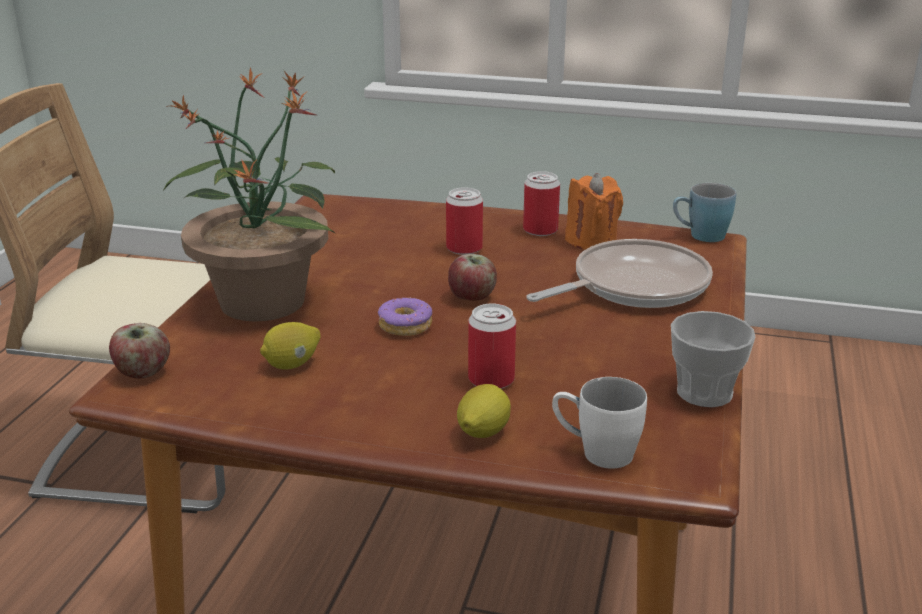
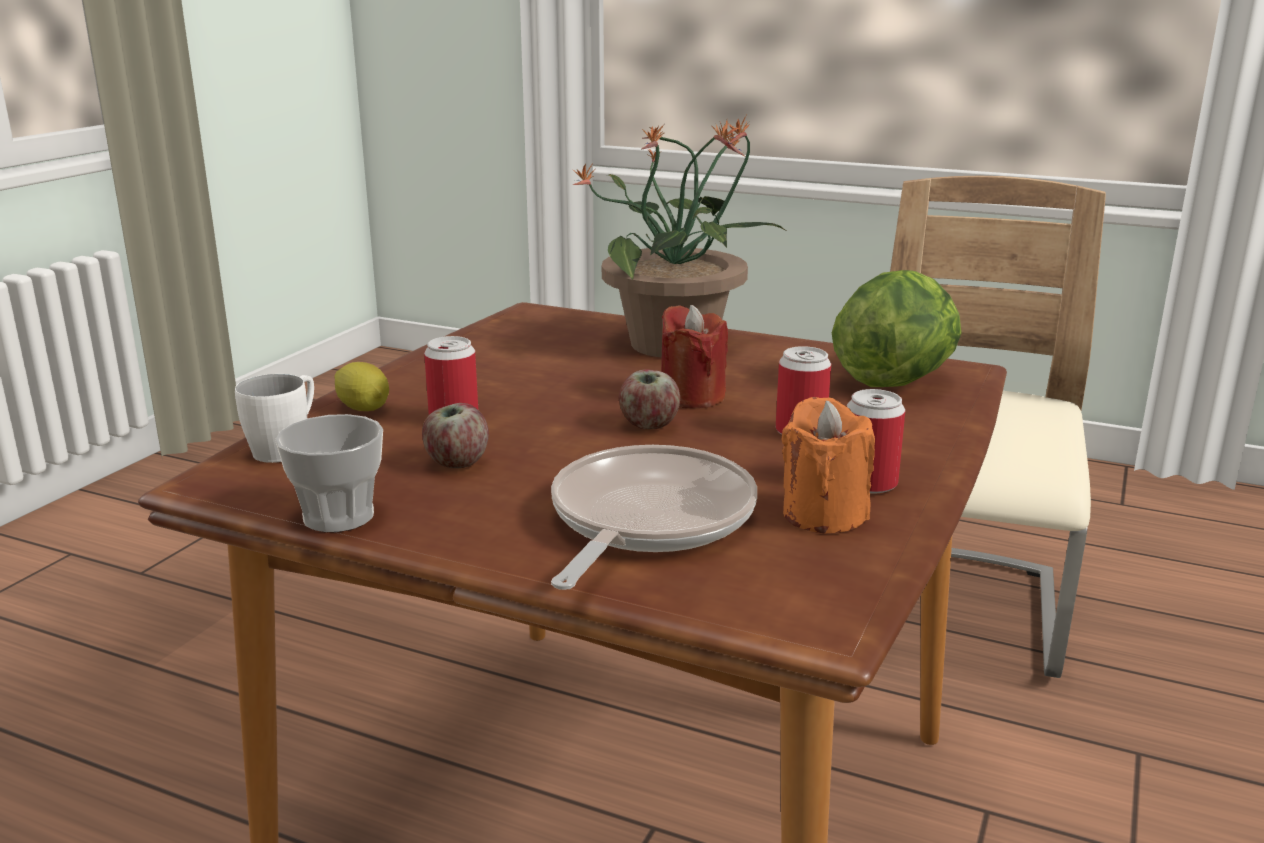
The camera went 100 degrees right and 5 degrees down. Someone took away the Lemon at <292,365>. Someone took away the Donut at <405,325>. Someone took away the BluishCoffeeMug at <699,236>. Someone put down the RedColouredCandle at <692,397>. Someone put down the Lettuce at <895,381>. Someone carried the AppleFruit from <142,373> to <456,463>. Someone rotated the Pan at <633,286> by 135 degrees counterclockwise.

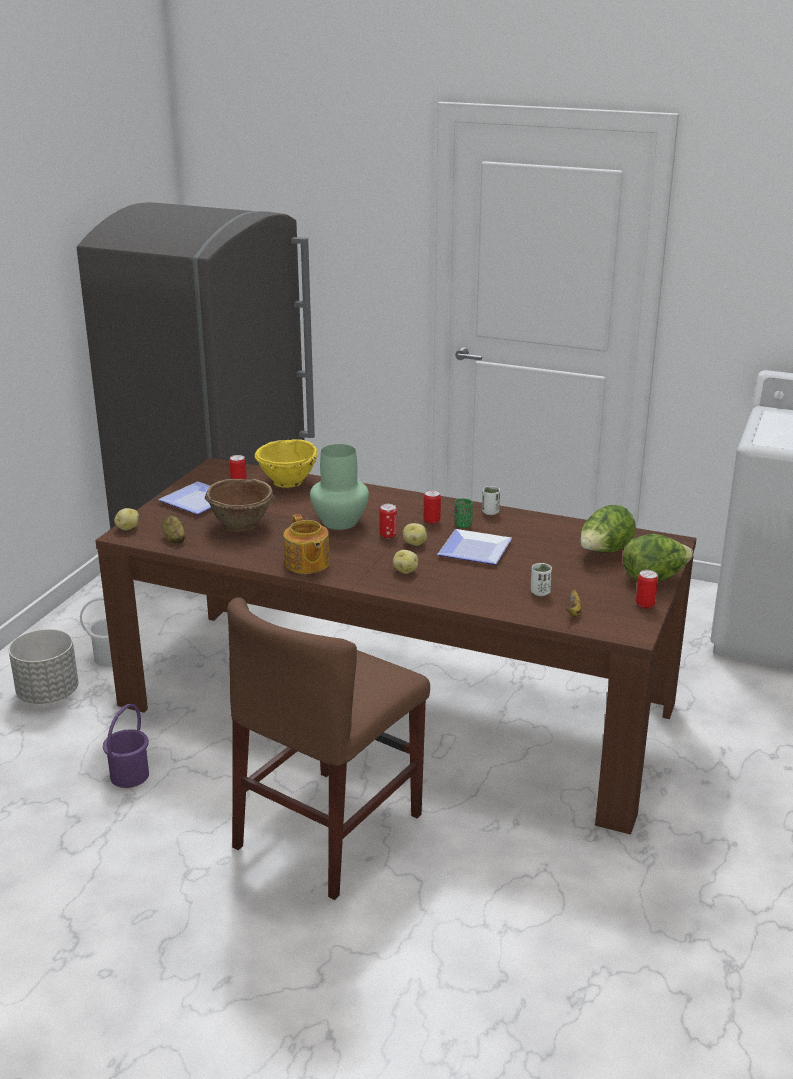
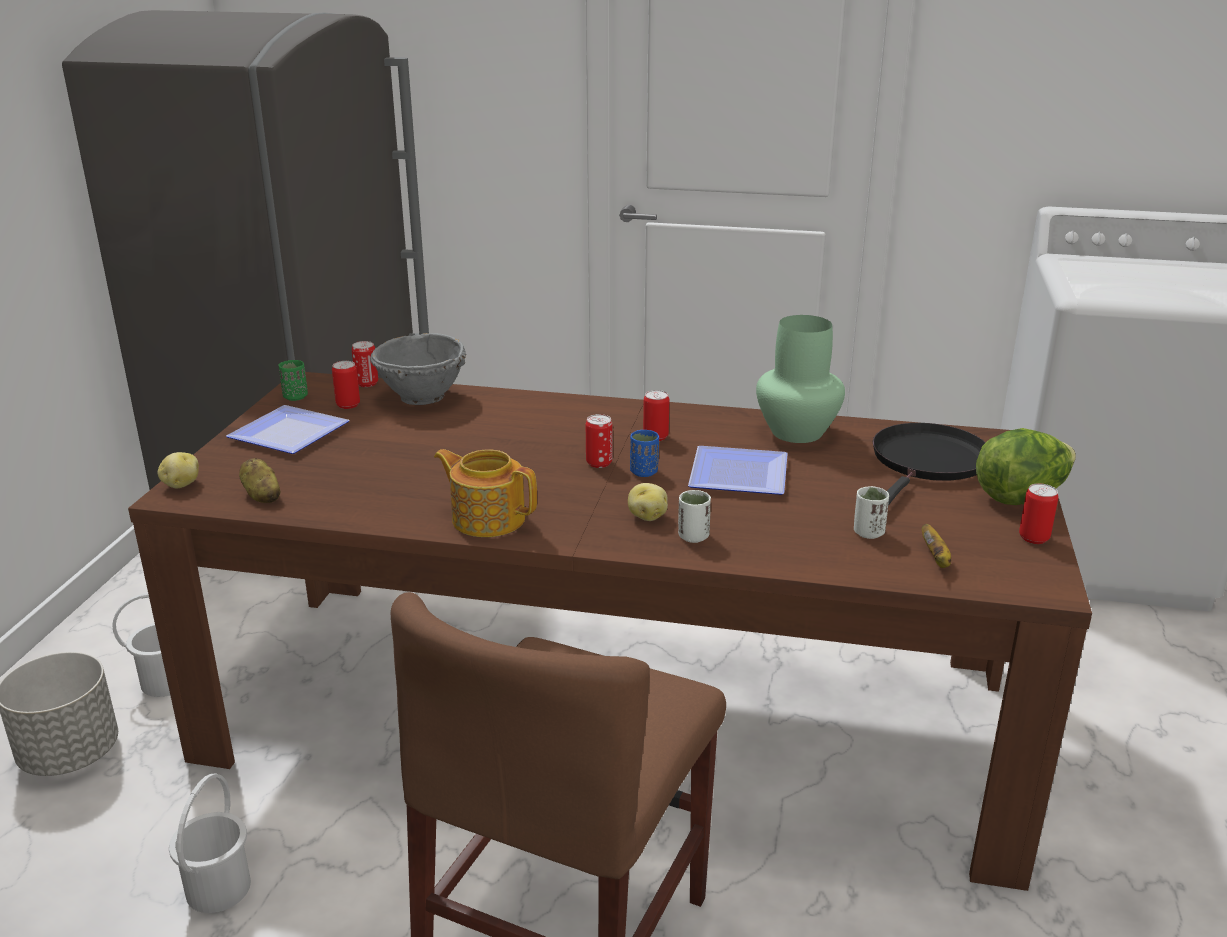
The camera went 10 degrees left and 0 degrees up. Someone took away the BrownDeepDish at <242,524>. Someone put down the MetalCan at <367,383>. Someone carried the GreenColouredDecorativeVase from <340,522> to <798,433>. Someone carried the GreenColouredDrinkingCup from <463,525> to <295,397>. Someone carried the WhiteDrinkingCup from <490,512> to <693,537>. Someone swapped the Potato at <414,543> for the BluishDrinkingCup at <644,472>. Someone swapped the Lettuce at <604,552> for the BlackishPan at <927,463>. Someone repainted the PurpleBucket at <130,775>, which became the WhiteBucket at <219,888>. Someone repainted the YellowDeepDish at <287,482>, which became the GreyishDeepDish at <422,398>. Someone rotated the Teapot at <306,564> by 150 degrees clockwise.

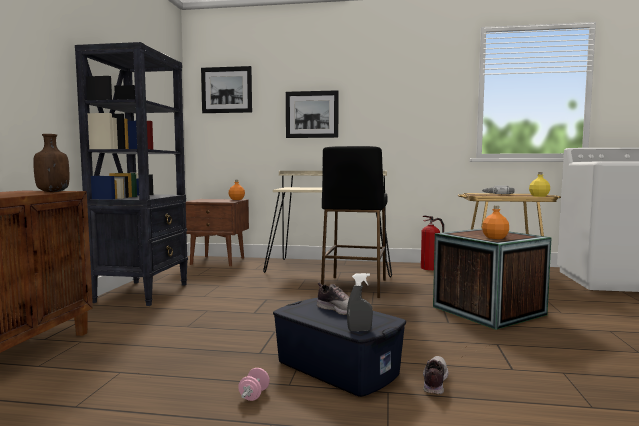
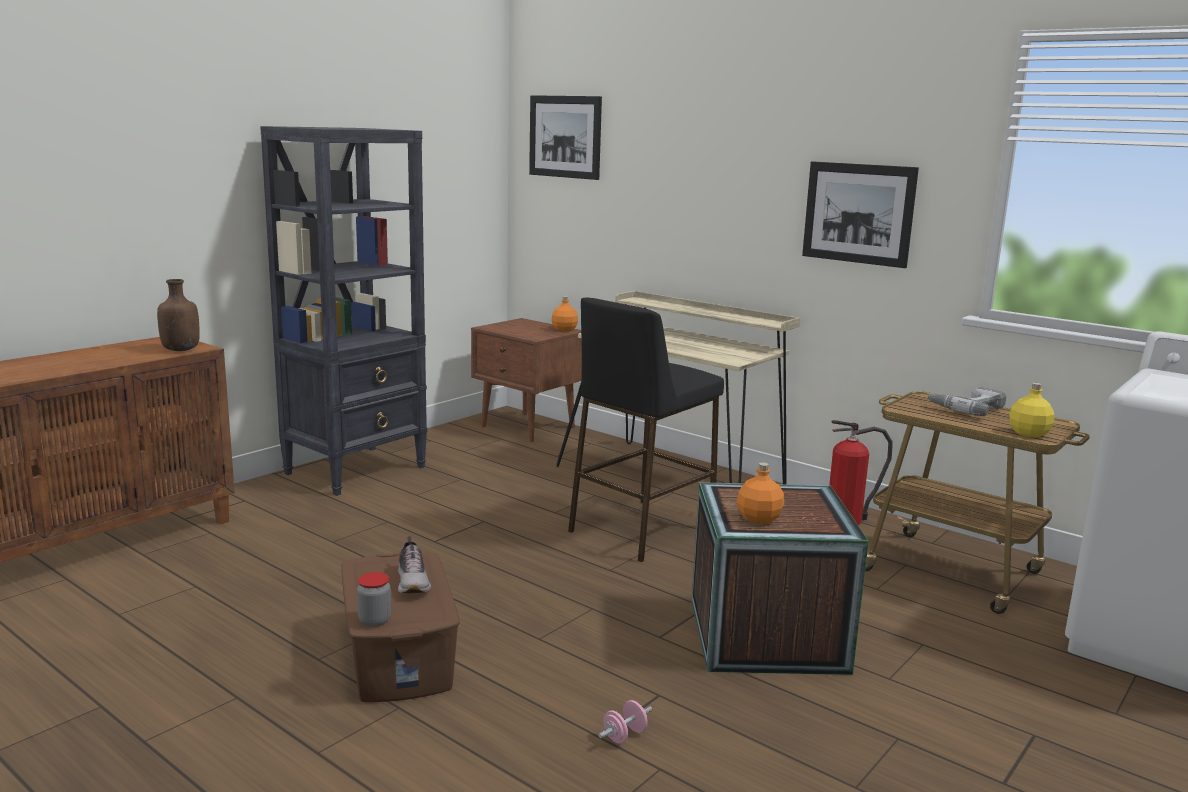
The camera went 30 degrees right and 10 degrees up. Someone took away the ItemOfFootwear at <434,381>. Someone carried the PinkColouredHandWeight from <254,395> to <624,735>. Someone carried the Picture from <312,114> to <858,213>. Someone swapped the GreyishSprayer at <359,330> for the Jar at <374,620>. Someone repainted the BluishStorageBin at <337,367>, which became the BrownStorageBin at <400,655>.

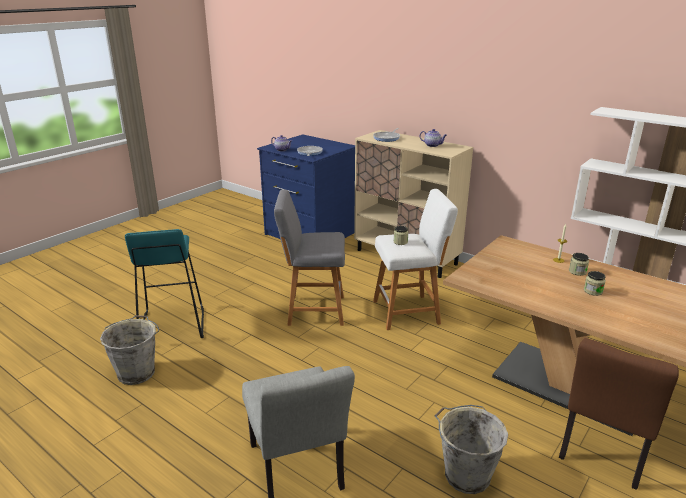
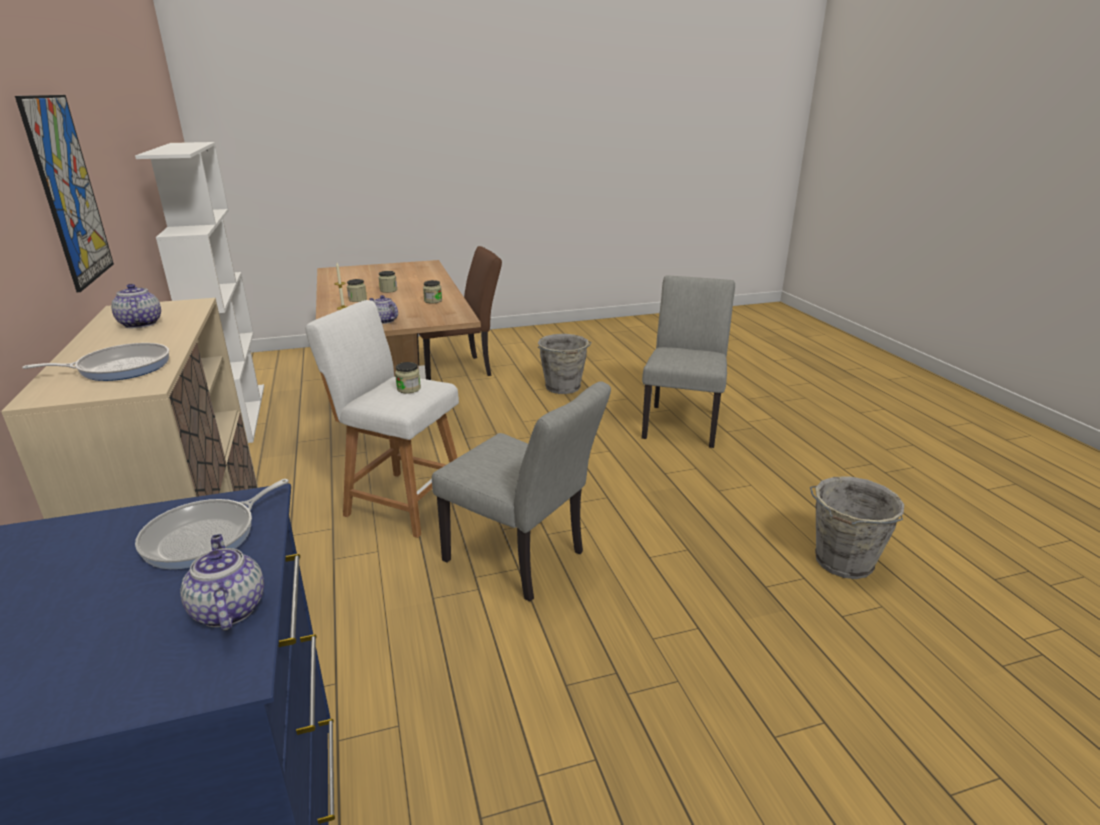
The camera went 145 degrees left and 0 degrees up. Someone took away the BlueGreenStoolSeat at <172,326>. Someone put up the Picture at <69,191>. Someone put down the Teapot at <384,321>. Someone put down the Jar at <433,301>. Someone swapped the GreyishStoolSeat at <312,310> for the GreyishPlainChair at <522,560>.

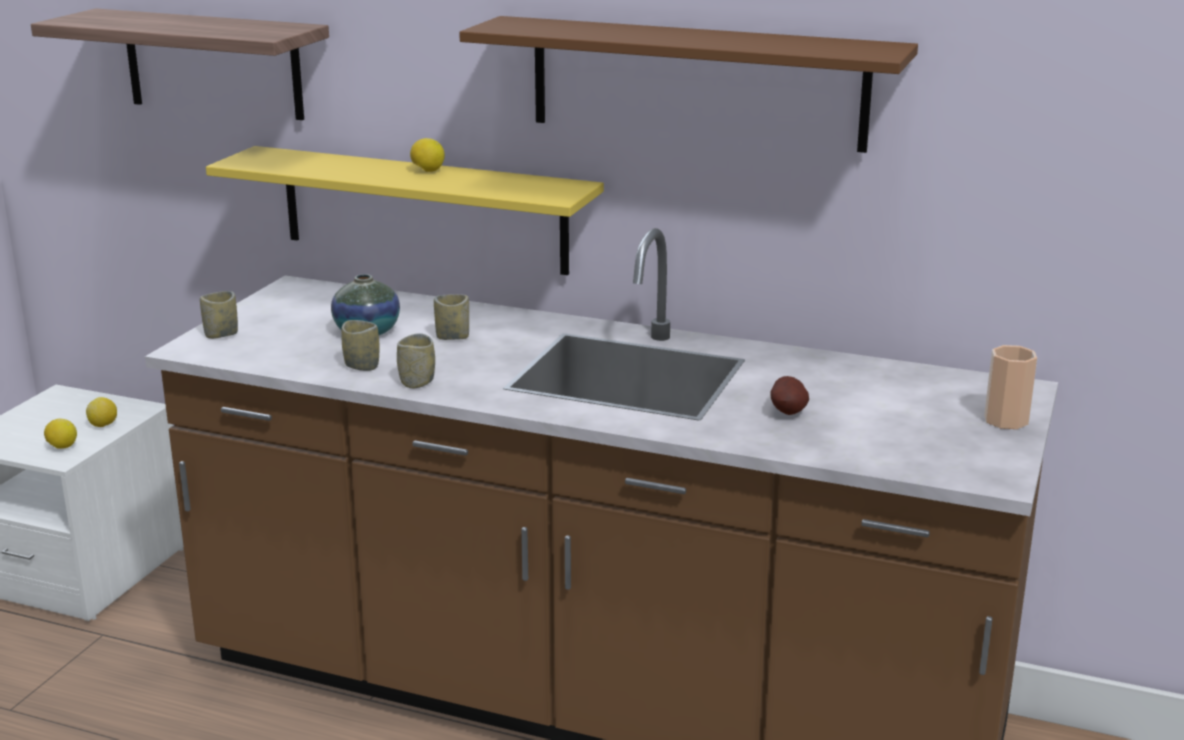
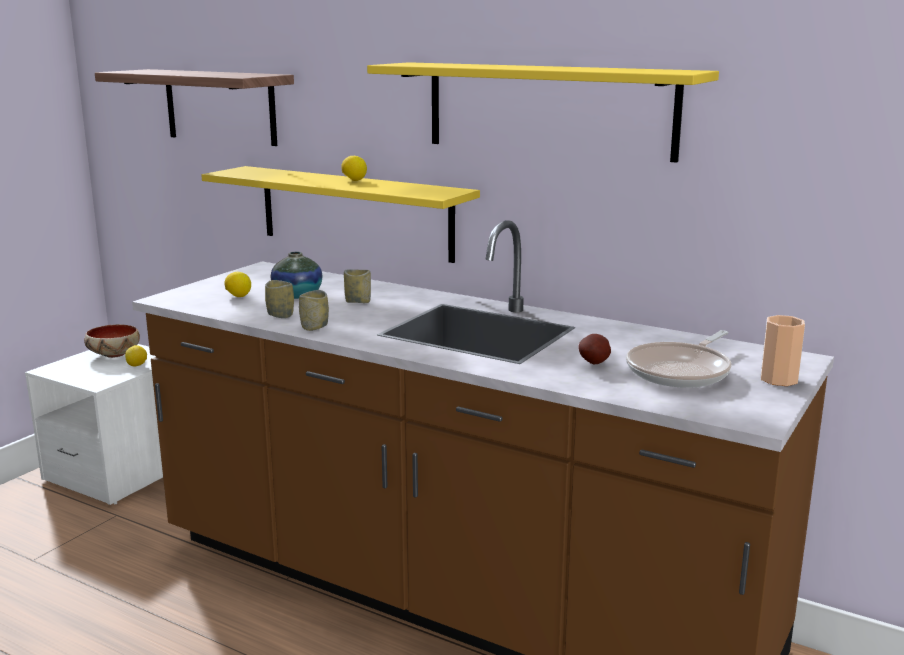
The camera went 10 degrees right and 5 degrees down. Someone took away the DrinkingCup at <221,334>. Someone put down the DeepDish at <113,355>. Someone put down the Pan at <681,371>. Someone carried the Lemon from <62,447> to <238,296>. Someone repainted the BrownShelf at <697,83>, which became the YellowShelf at <548,109>.

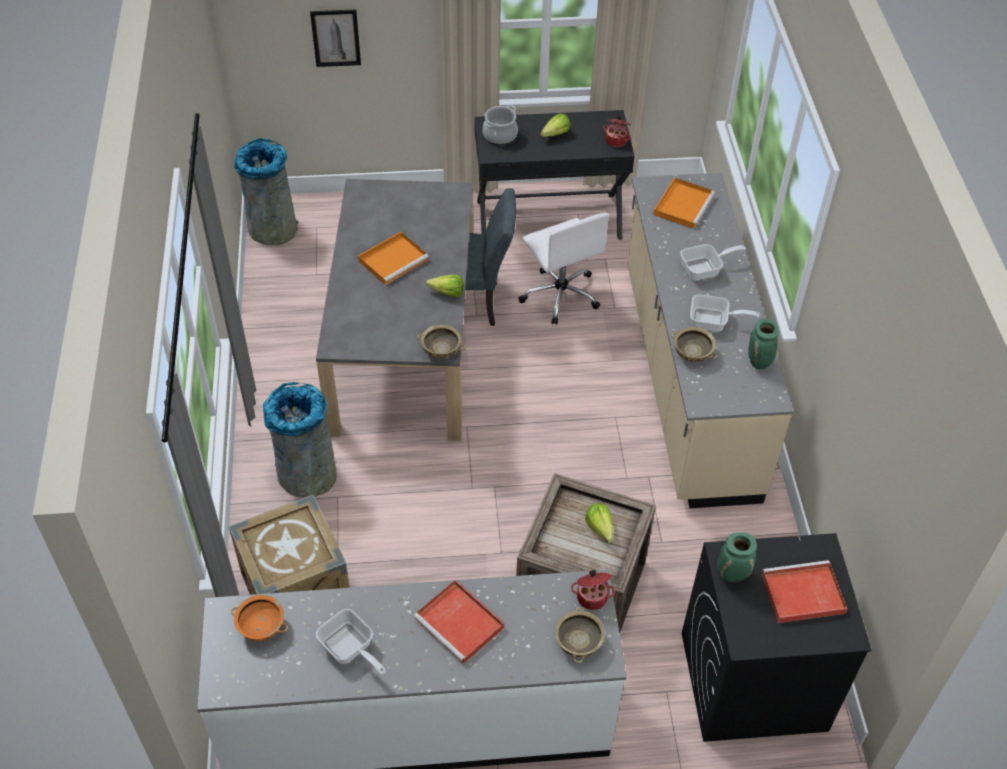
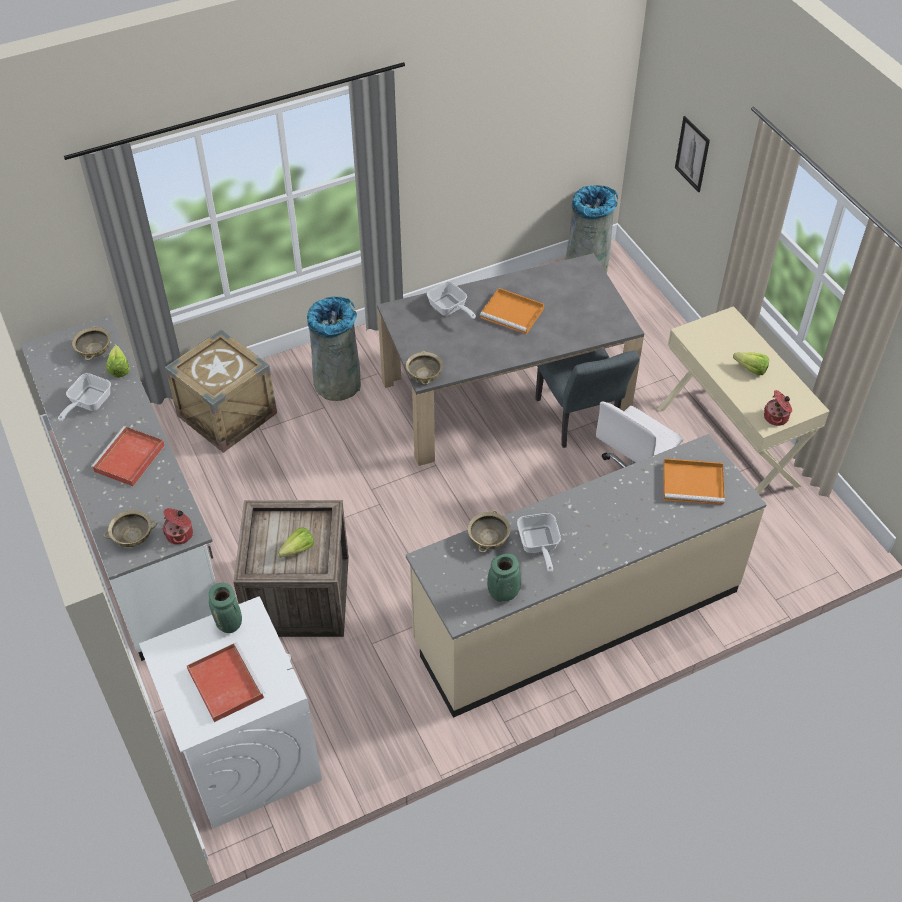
The camera went 70 degrees right and 0 degrees up. Someone took away the Saucepot at <500,135>. Someone carried the Lettuce from <444,292> to <120,366>. Someone carried the Pan from <705,269> to <449,309>. Someone repainted the OrangeyDeepDish at <262,626>, which became the BeigeColouredDeepDish at <94,351>. Someone repainted the BlackishDeskTable at <548,218>, which became the BeigeColouredDeskTable at <728,446>. Someone repainted the BlackishWashingMachine at <752,682>, which became the WhiteWashingMachine at <245,752>.

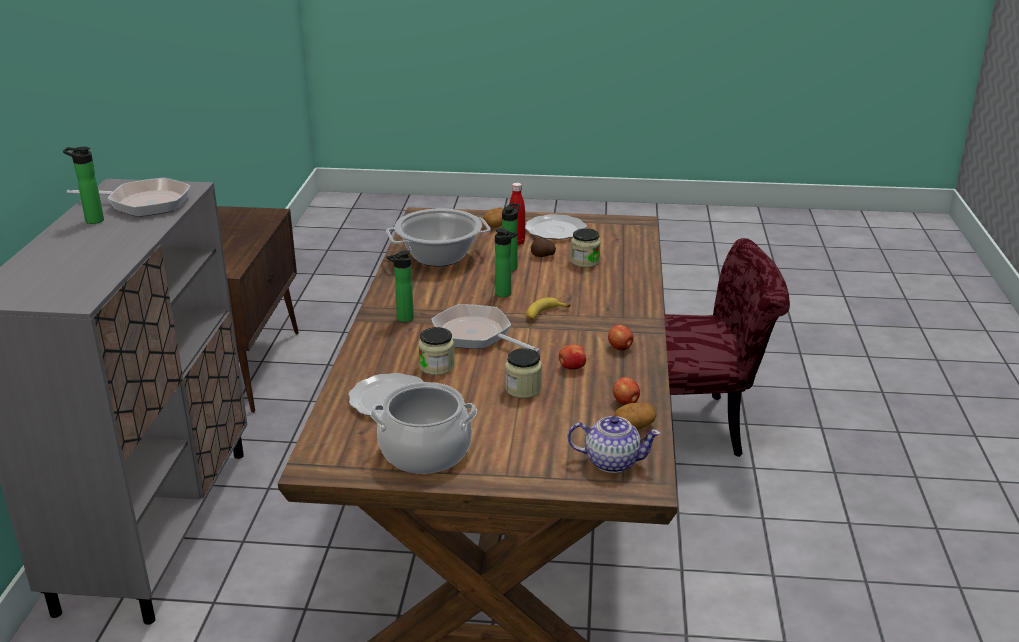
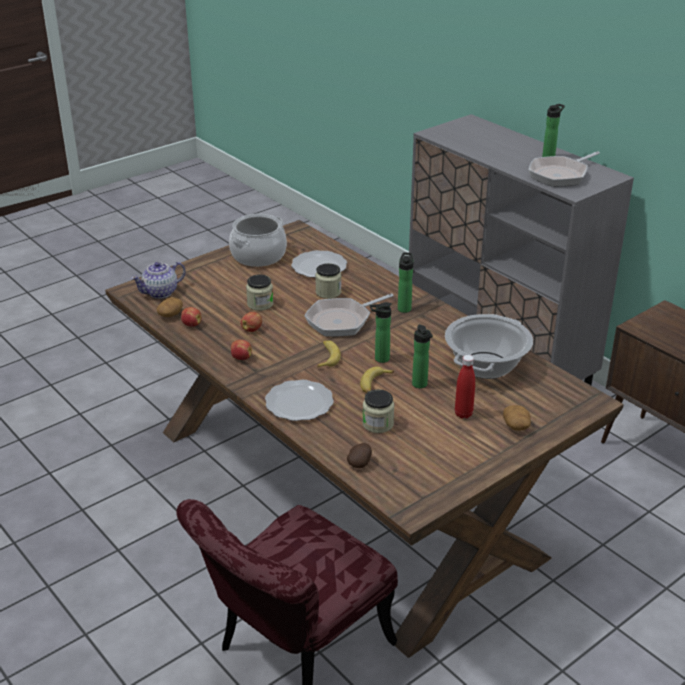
The camera went 135 degrees right and 5 degrees up. Someone put down the Banana at <374,384>. Someone carried the FlatDish from <556,230> to <298,403>. Someone carried the Potato from <543,256> to <360,463>. Someone rotated the Pan at <476,335> by 150 degrees clockwise.

